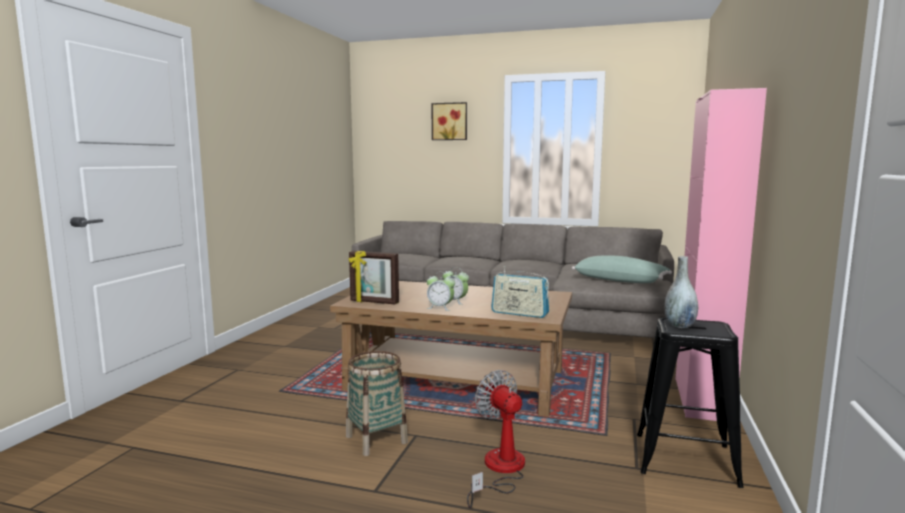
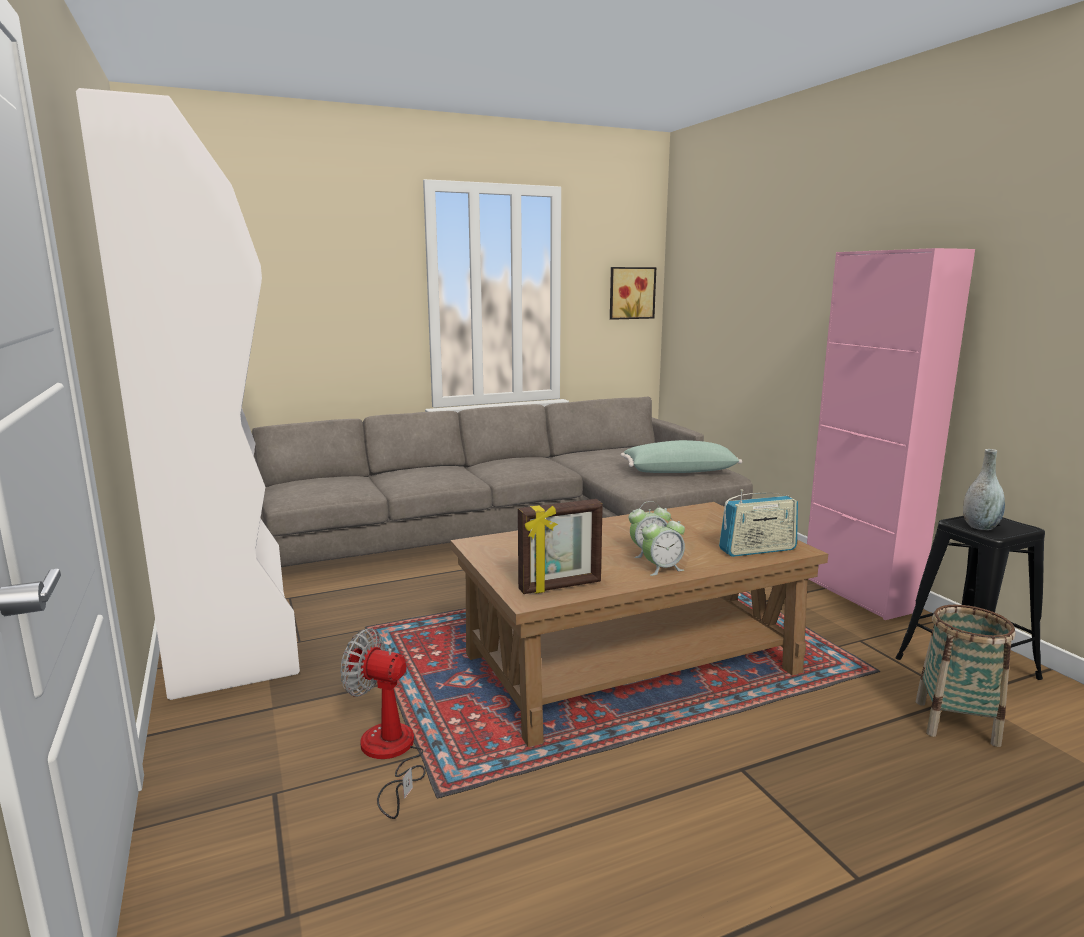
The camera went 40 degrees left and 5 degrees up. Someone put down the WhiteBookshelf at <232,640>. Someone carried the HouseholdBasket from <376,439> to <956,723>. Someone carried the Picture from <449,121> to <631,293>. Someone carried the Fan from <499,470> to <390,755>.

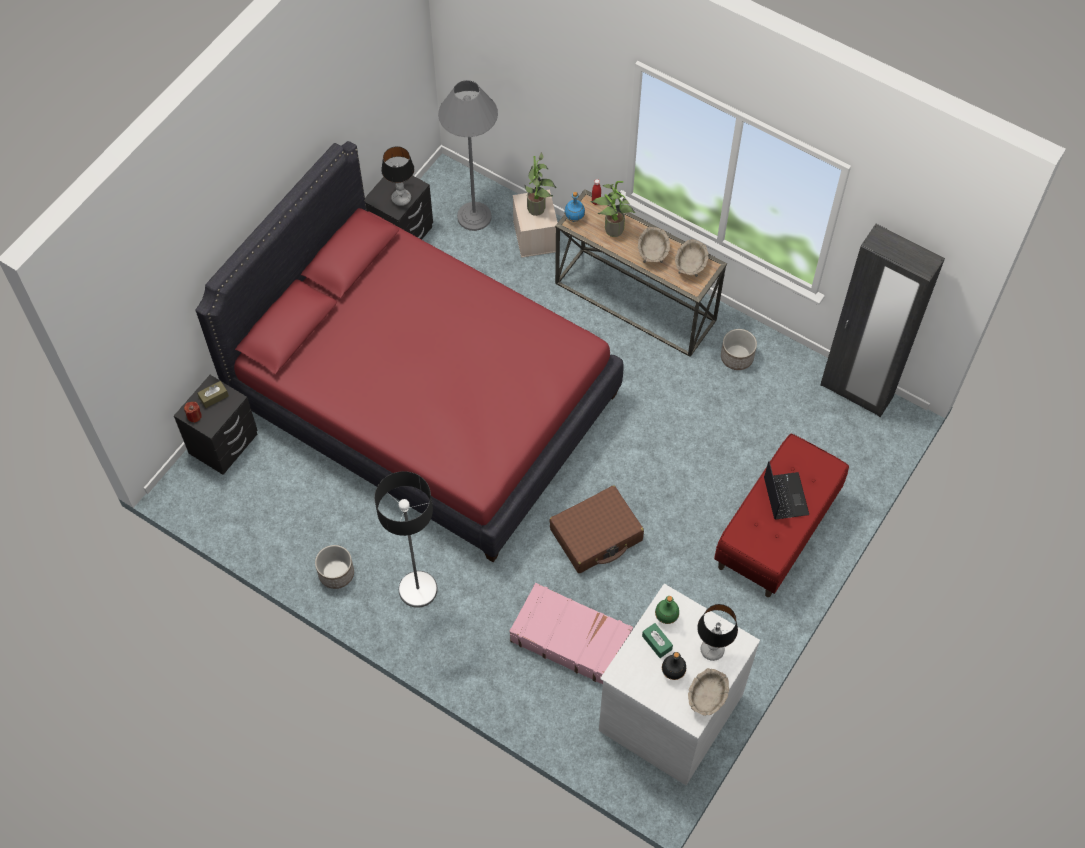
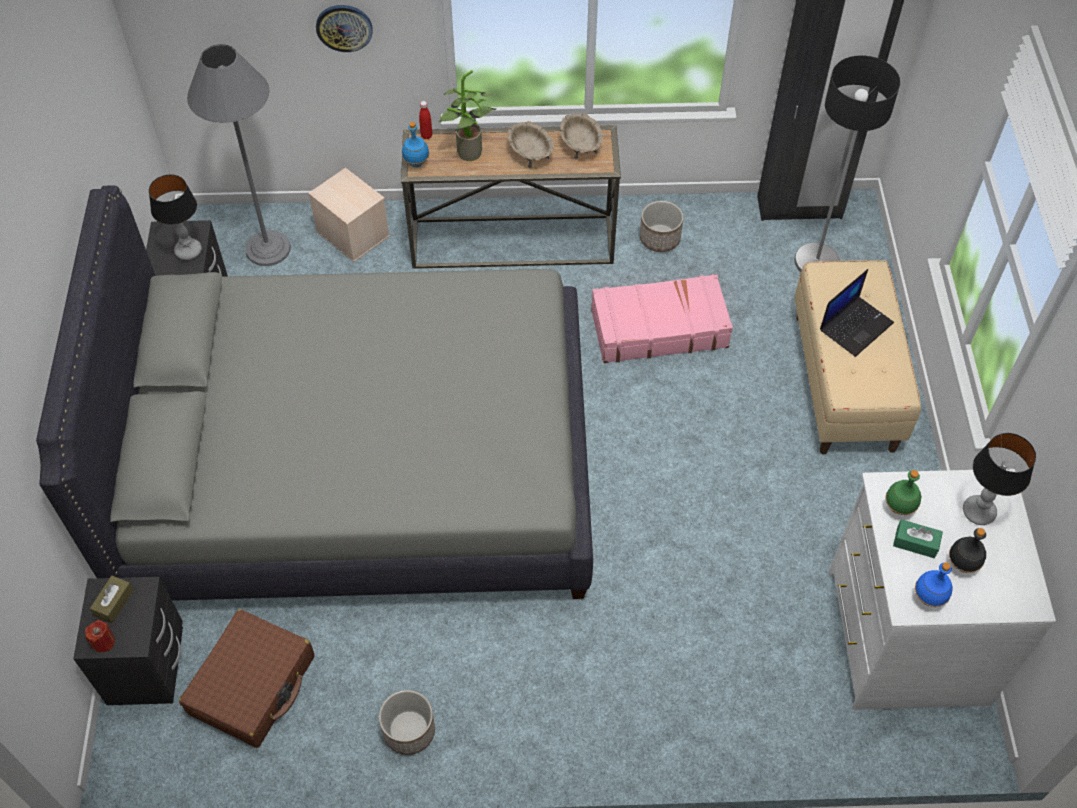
The camera went 35 degrees left and 5 degrees down. Someone took away the Houseplant at <539,209>. Someone took away the BeigeColouredDeepDish at <707,698>. Someone put up the WallClock at <344,27>. Someone put down the BluishBottle at <929,598>. Someone carried the StandingLamp from <417,589> to <816,262>. Someone carried the PinkColouredSuitcase from <570,638> to <658,328>. Someone carried the BrownSuitcase from <596,535> to <252,685>. Someone repainted the RedColouredBedroomBed at <424,400>, which became the GreyishBedroomBed at <362,469>. Someone repainted the RedColouredIndoorBench at <777,531>, which became the BeigeColouredIndoorBench at <845,382>. Someone rotated the Laptop at <785,495> by 90 degrees clockwise.

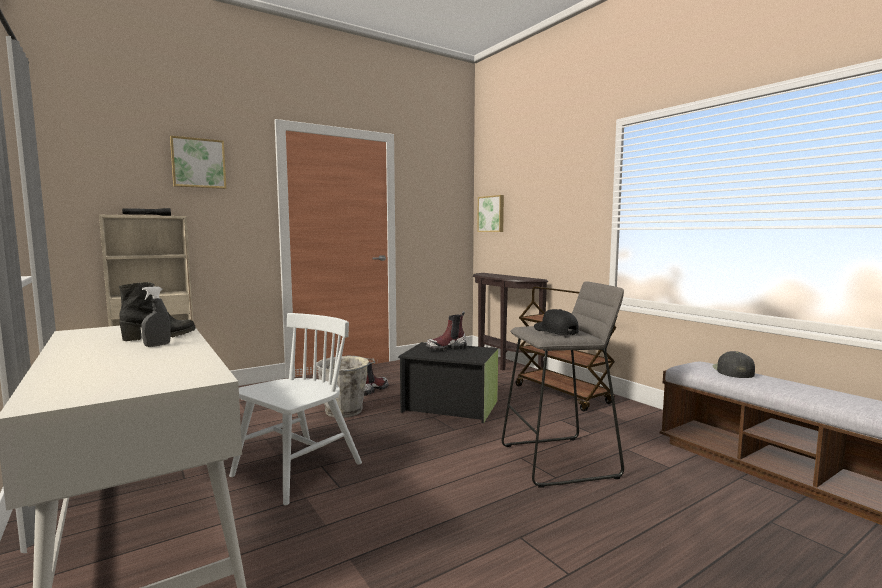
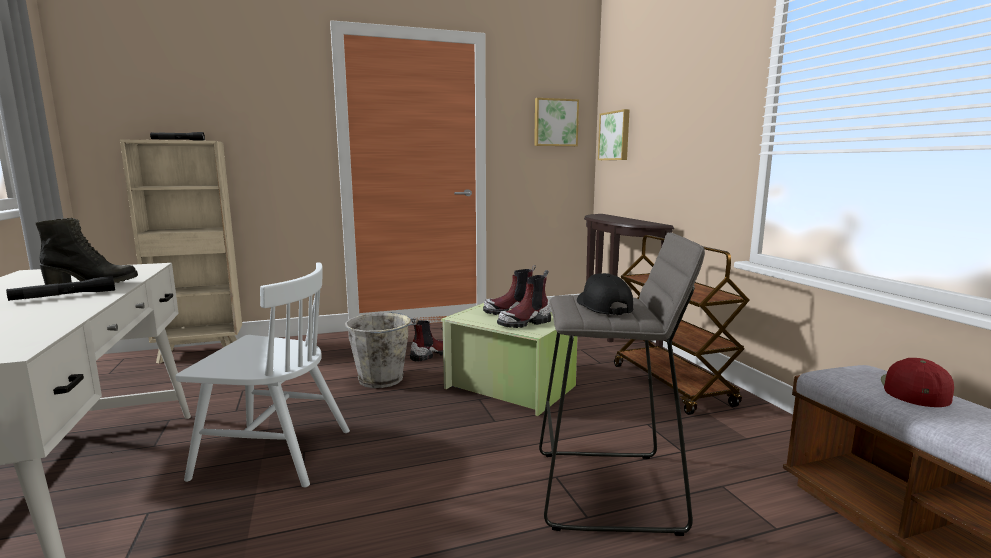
The camera went 15 degrees right and 5 degrees up. Someone put down the HighTopBoot at <525,323>. Someone carried the Picture from <198,163> to <555,122>. Someone swapped the GreyishSprayer at <157,345> for the BlackishHandTorch at <64,296>. Someone repainted the BlackishStorageBin at <450,406>, which became the GreenColouredStorageBin at <510,386>. Someone repainted the BlackishPeakedCap at <732,371>, which became the RedColouredPeakedCap at <914,390>. Someone rotated the WhitePlainChair at <297,470> by 45 degrees clockwise.

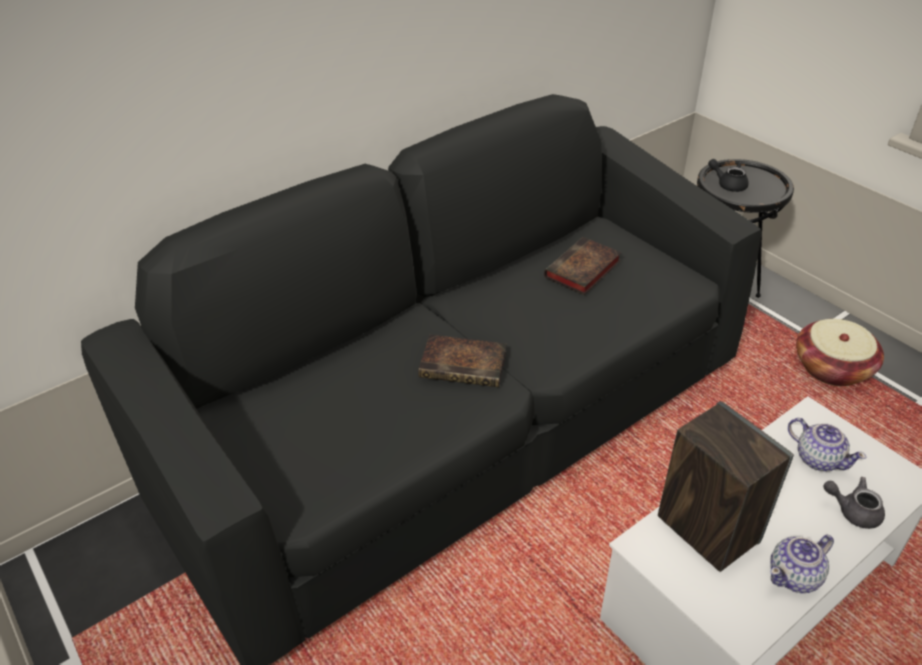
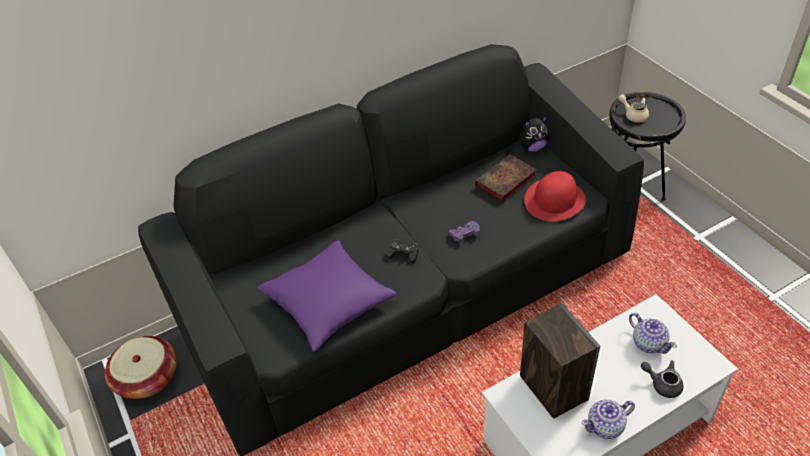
The camera went 10 degrees right and 5 degrees up. Someone put down the PurpleCushion at <328,303>. Someone put down the PurpleGameController at <465,234>. Someone put down the PlushToy at <532,147>. Someone put down the RedColouredWearableHat at <555,200>. Someone carried the HouseholdBasket from <832,368> to <147,378>. Someone swapped the Volume at <465,365> for the BlackishGameController at <403,254>. Someone repainted the BlackishTeapot at <728,184>, which became the BeigeColouredTeapot at <633,115>.

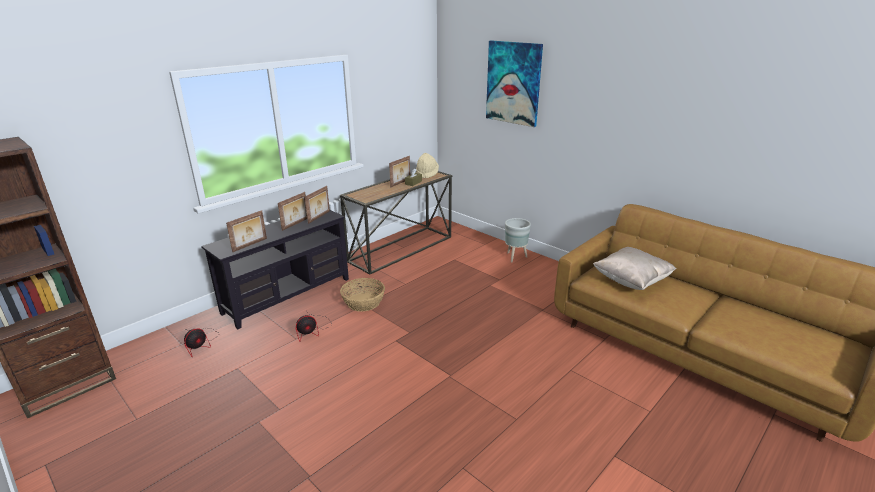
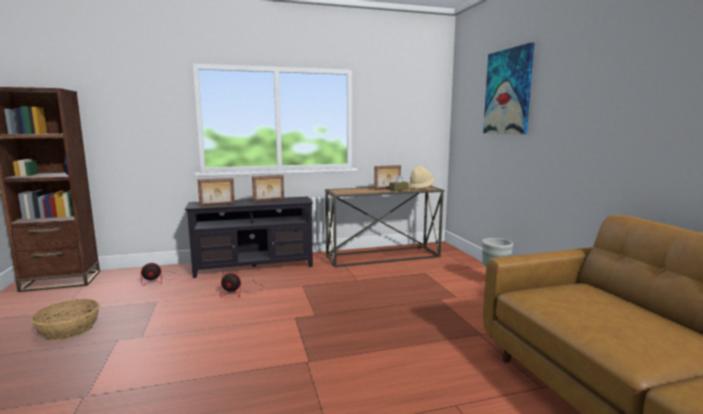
The camera went 30 degrees right and 15 degrees down. Someone took away the PictureFrame at <319,217>. Someone took away the BeigeColouredCushion at <631,281>. Someone carried the HouseholdBasket from <363,302> to <69,329>.

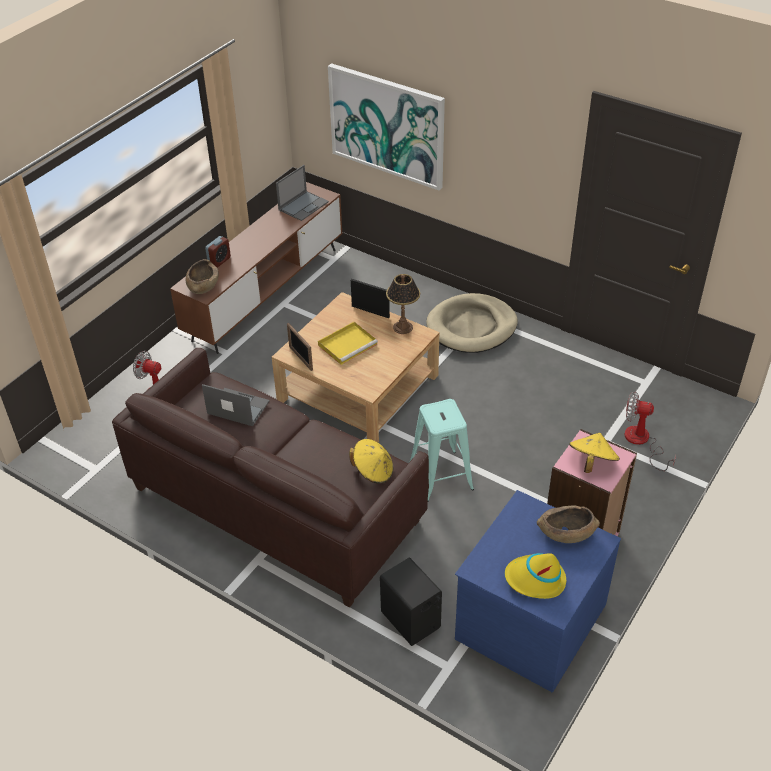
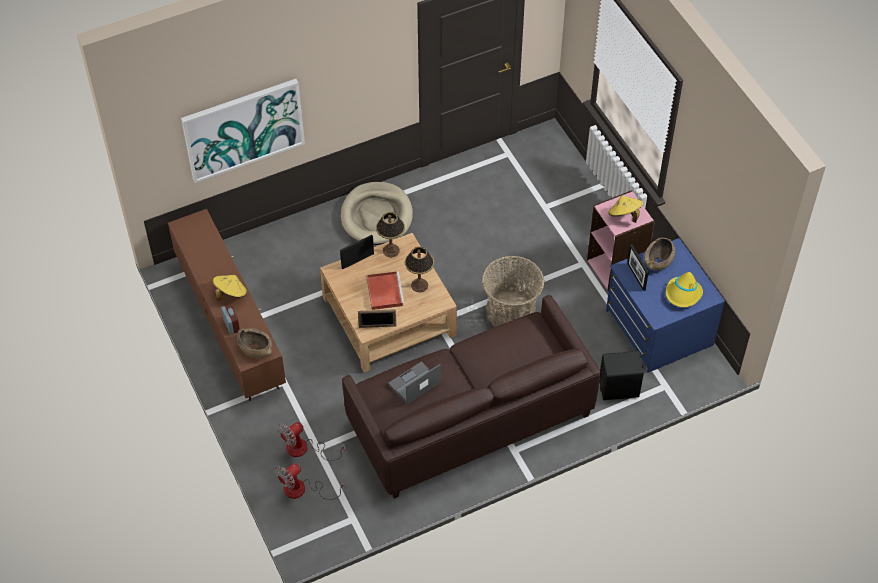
The camera went 60 degrees left and 10 degrees up. Someone took away the Laptop at <303,205>. Someone put down the LampForATable at <419,285>. Someone put down the PictureFrame at <636,276>. Someone carried the YellowWearableHat from <373,471> to <230,293>. Someone carried the Fan from <642,442> to <302,490>. Someone swapped the BlueGreenStoolSeat at <441,475> for the HouseholdBasket at <511,311>. Someone repainted the YellowTray at <348,344>, which became the RedColouredTray at <384,291>.

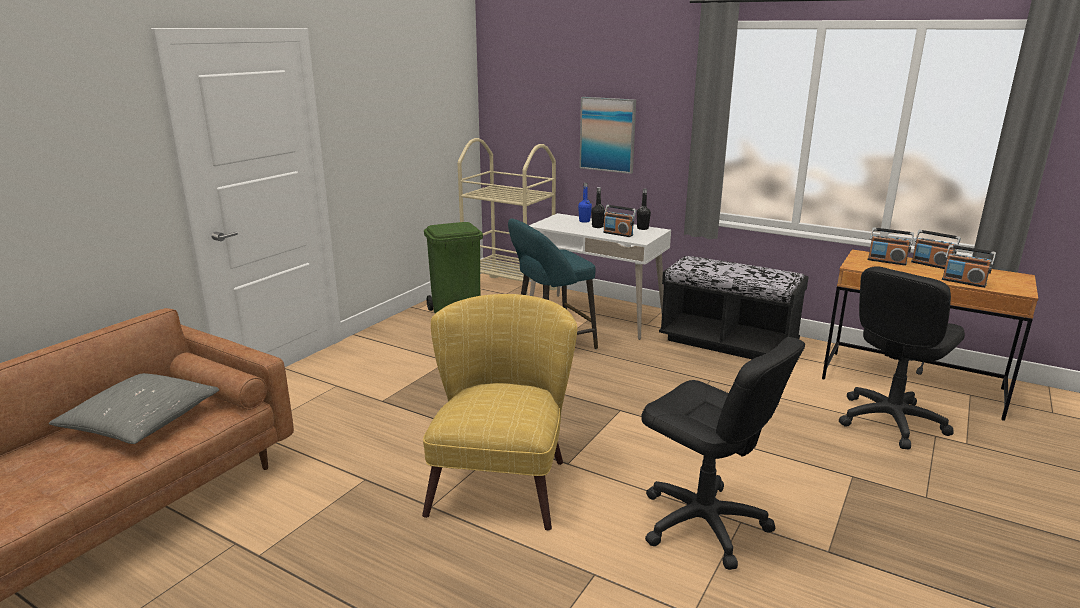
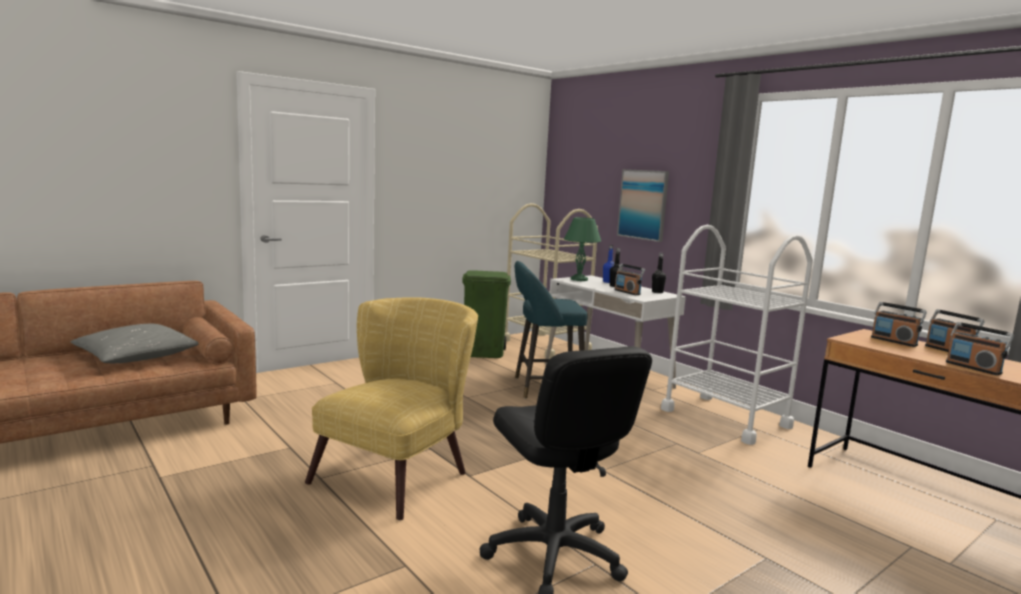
The camera went 20 degrees right and 10 degrees down. Someone took away the BlackishDeskChair at <890,421>. Someone put down the GreenColouredLampForATable at <579,279>. Someone swapped the BlackishIndoorBench at <727,343> for the WhiteCart at <725,418>.

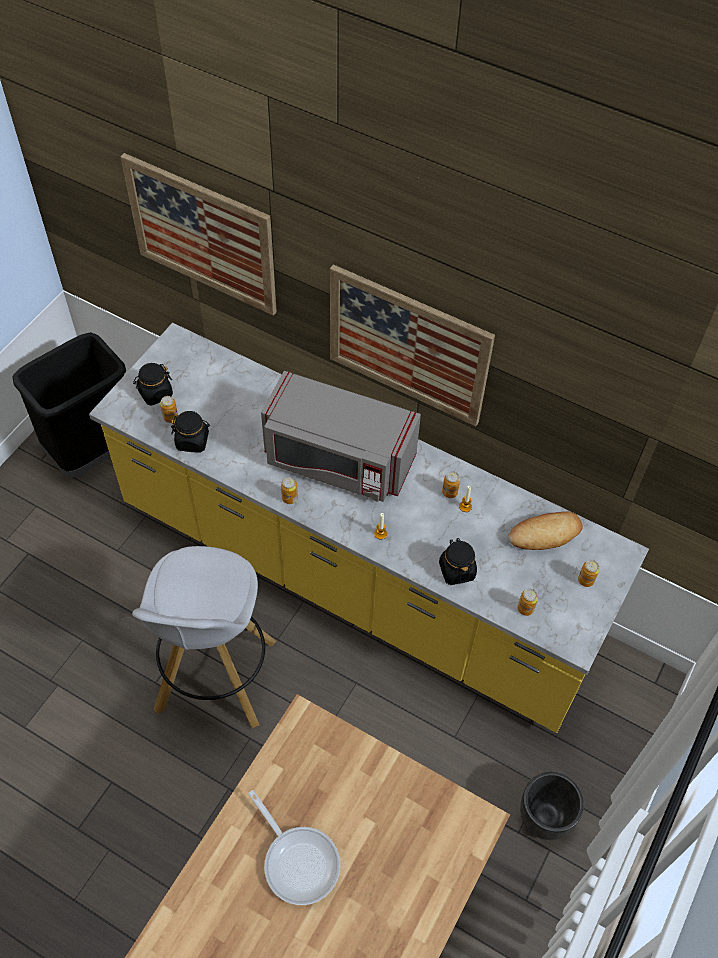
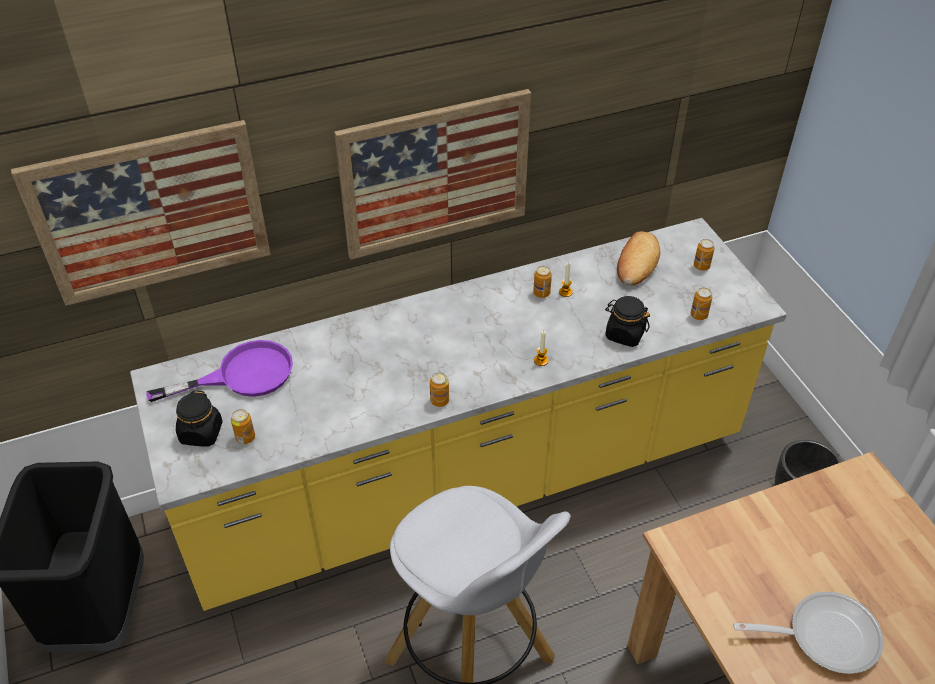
The camera went 50 degrees left and 10 degrees down. Someone took away the BlackishJar at <192,441>. Someone took away the GreyishMicrowave at <338,460>. Someone put down the PurplePan at <242,375>.

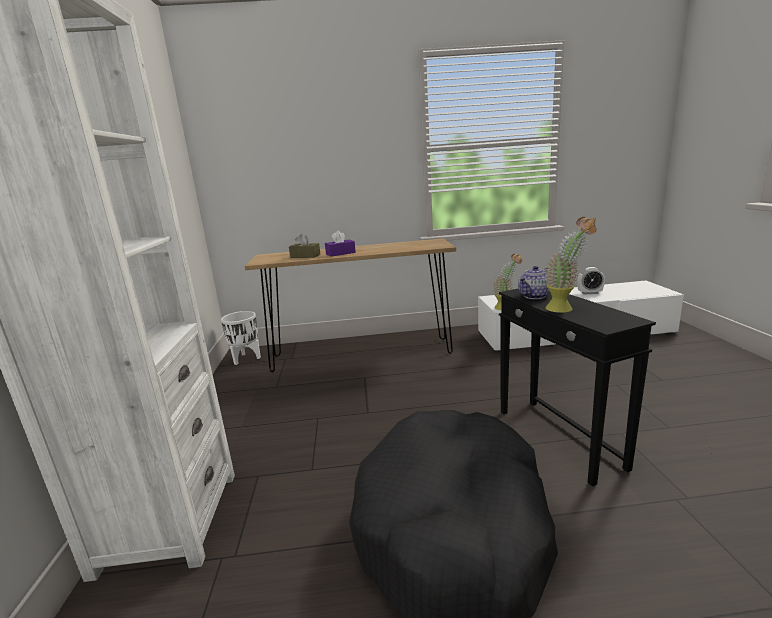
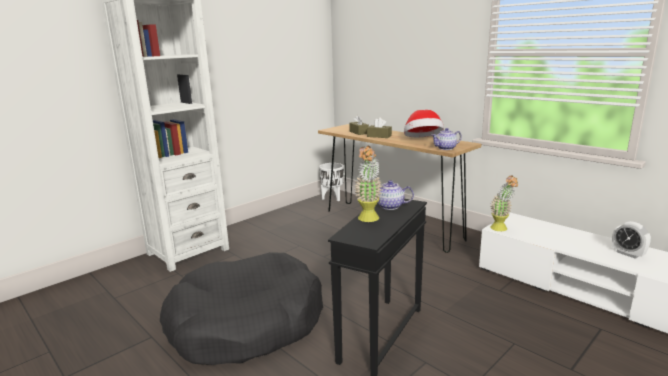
The camera went 50 degrees right and 0 degrees up. Someone put down the WearableHat at <422,140>. Someone put down the Teapot at <446,148>. Someone repainted the PurpleTissueHolder at <340,253>, which became the BrownTissueHolder at <379,136>.

